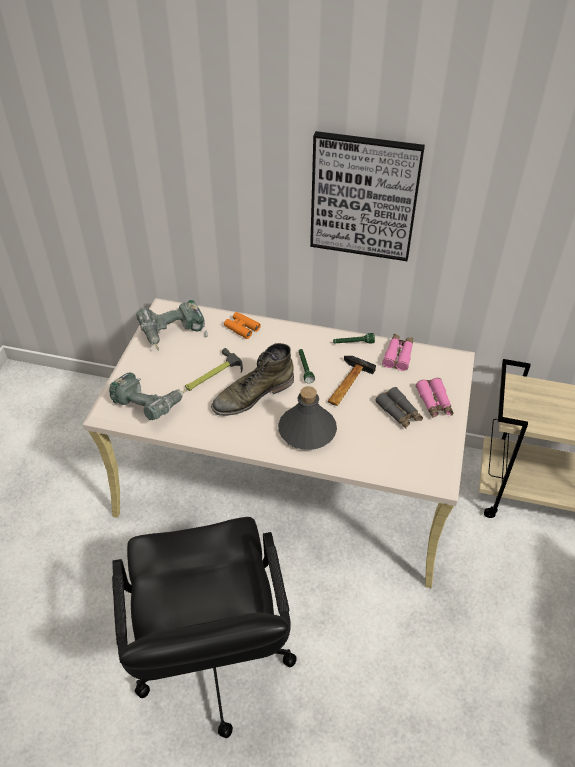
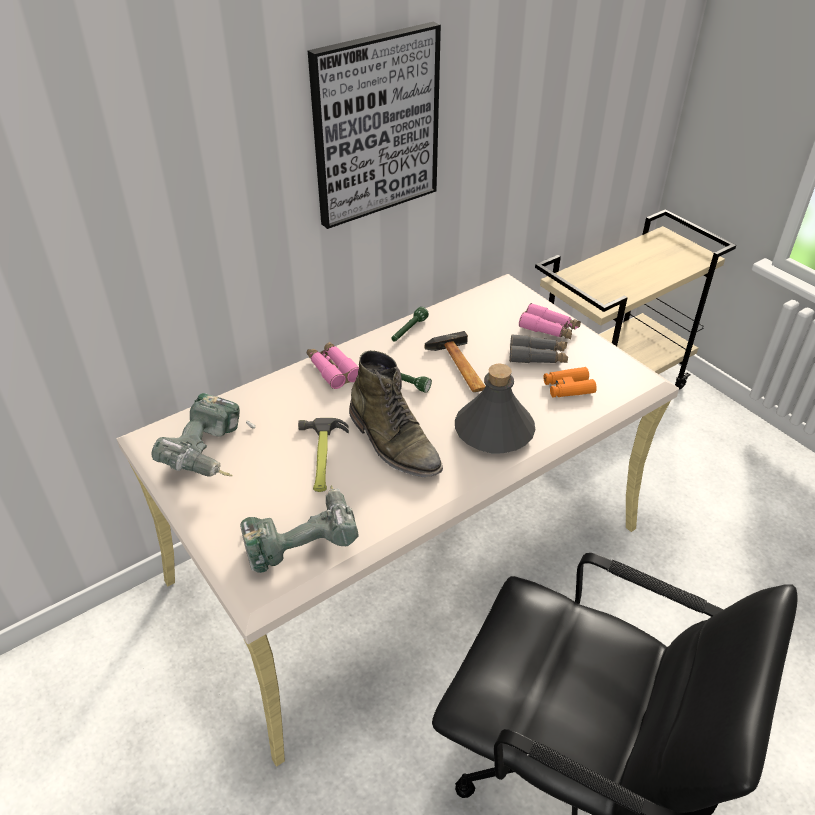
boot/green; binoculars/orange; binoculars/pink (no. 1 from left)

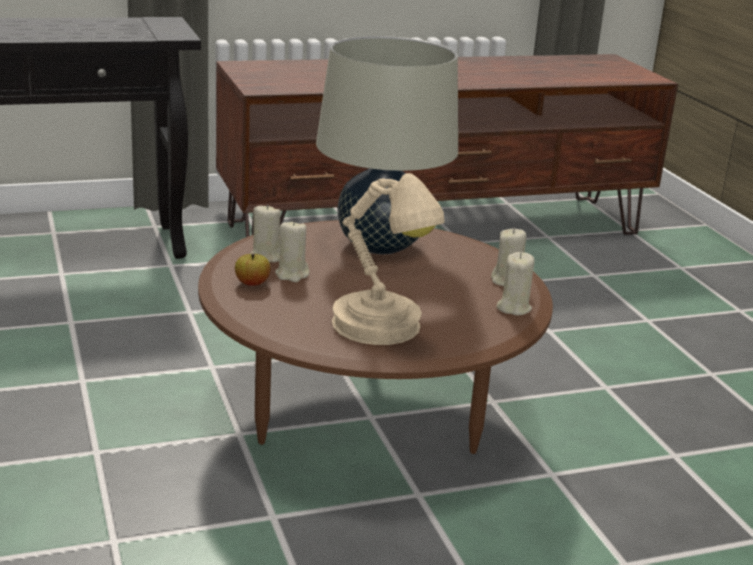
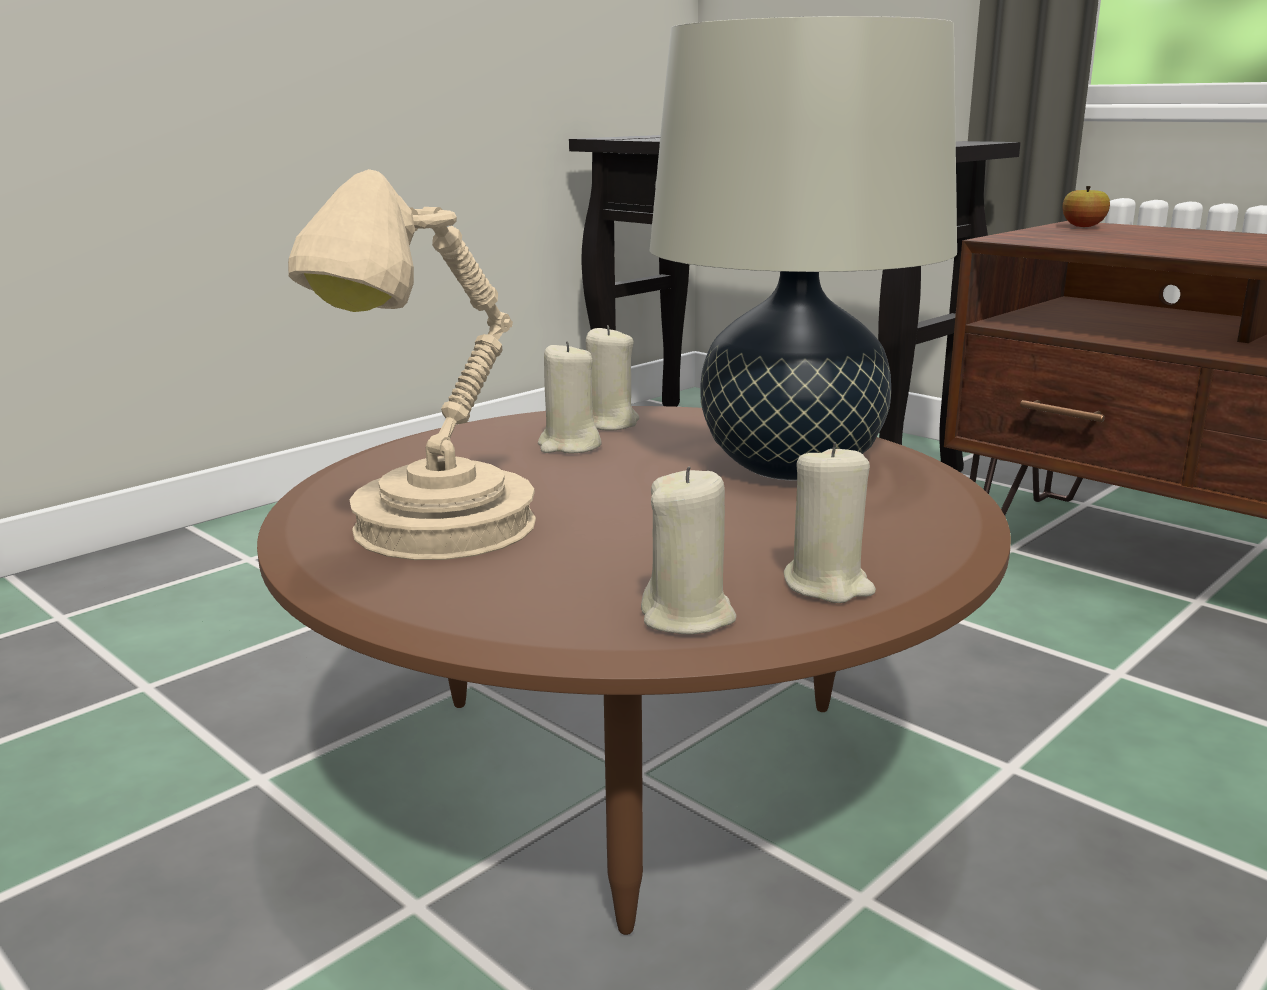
apple

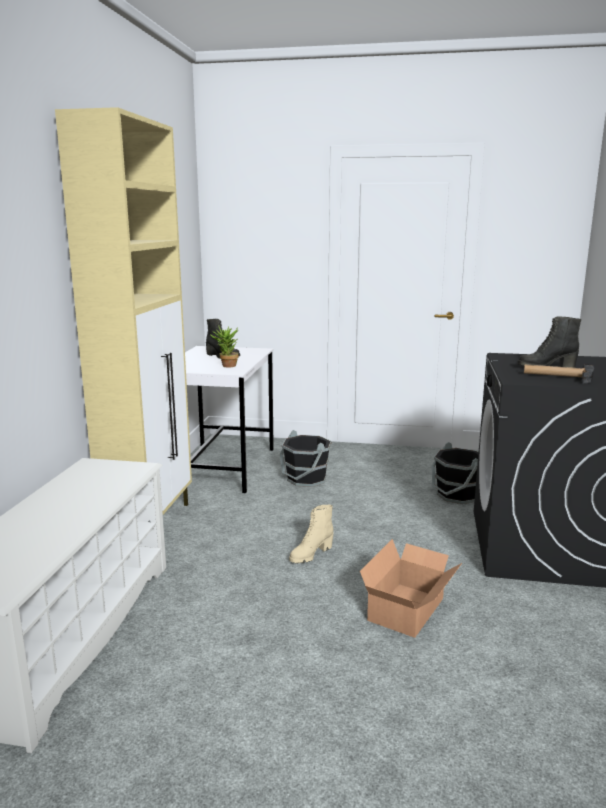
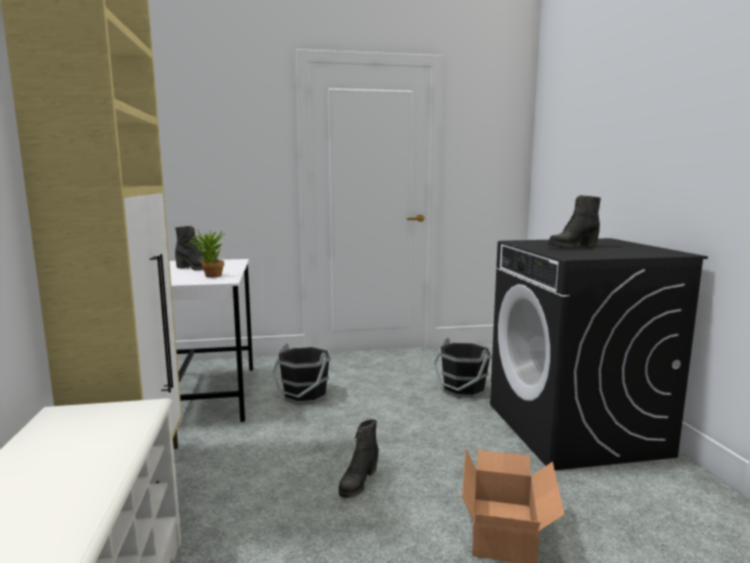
boot/black (no. 2 from left); hammer

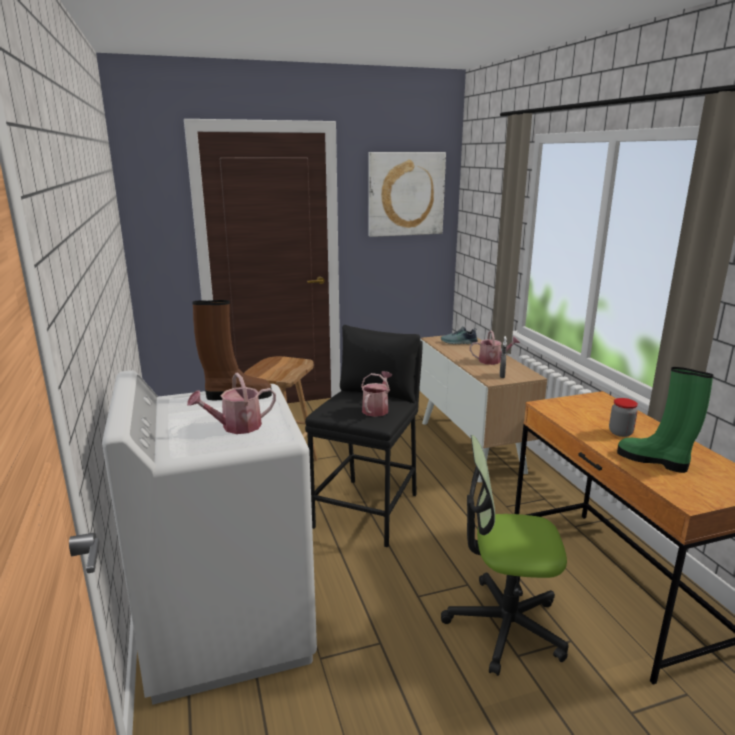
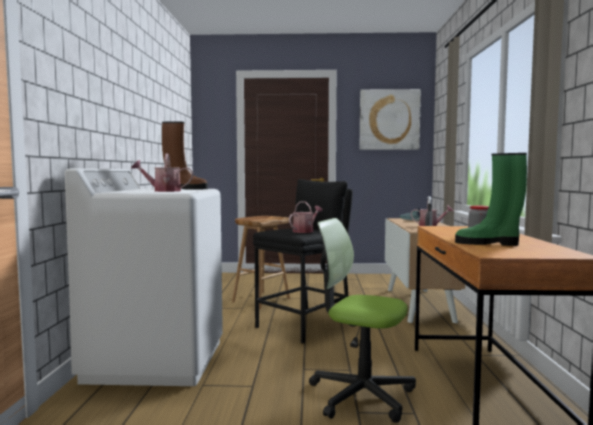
boot/green

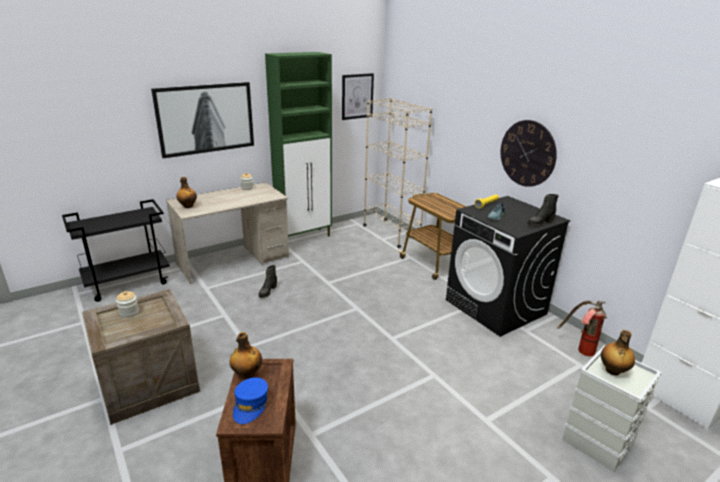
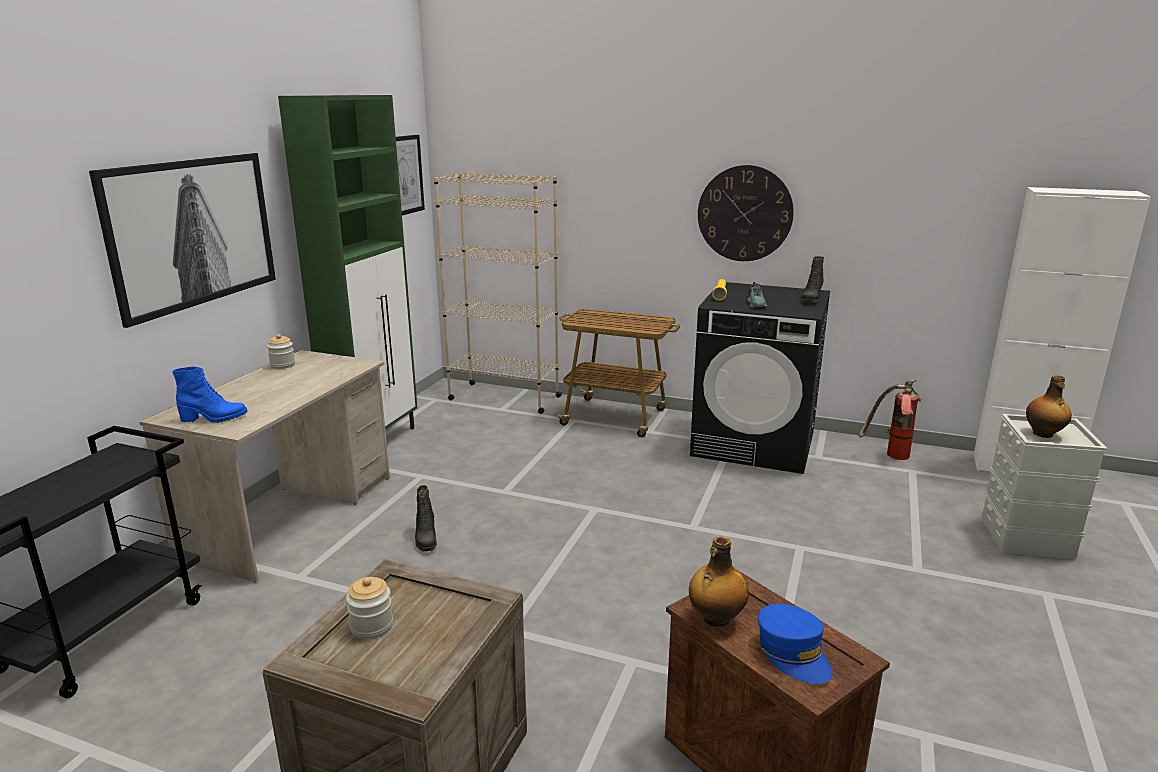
boot/blue

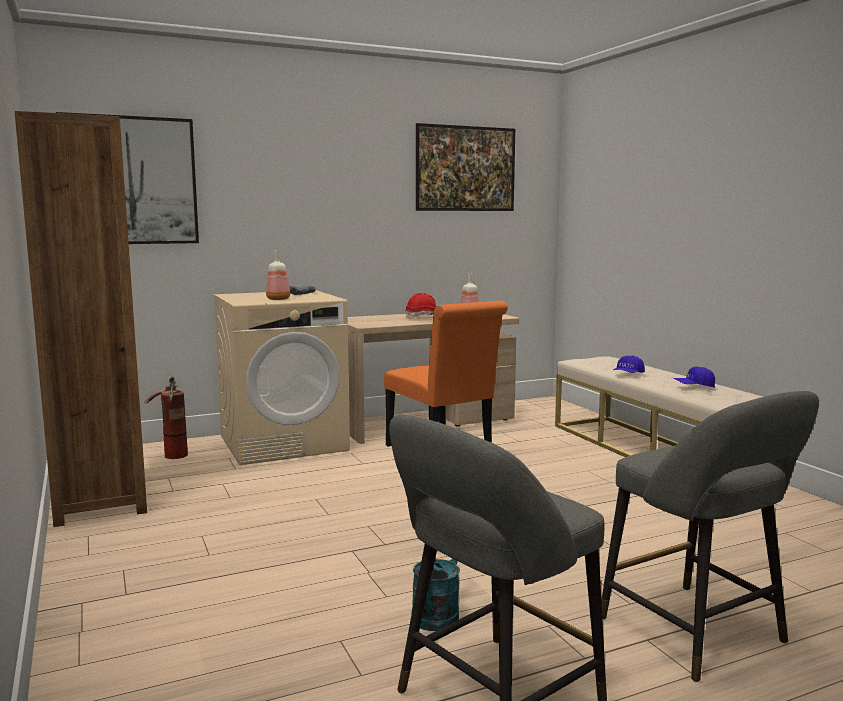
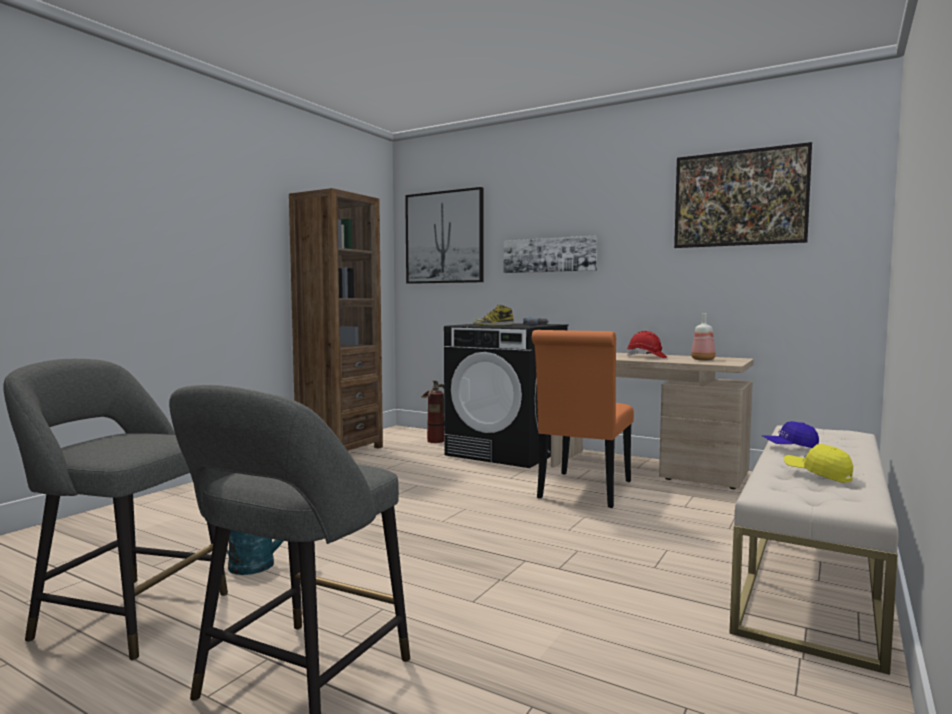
washing machine/black; boot; cap/yellow; picture (no. 2 from left)

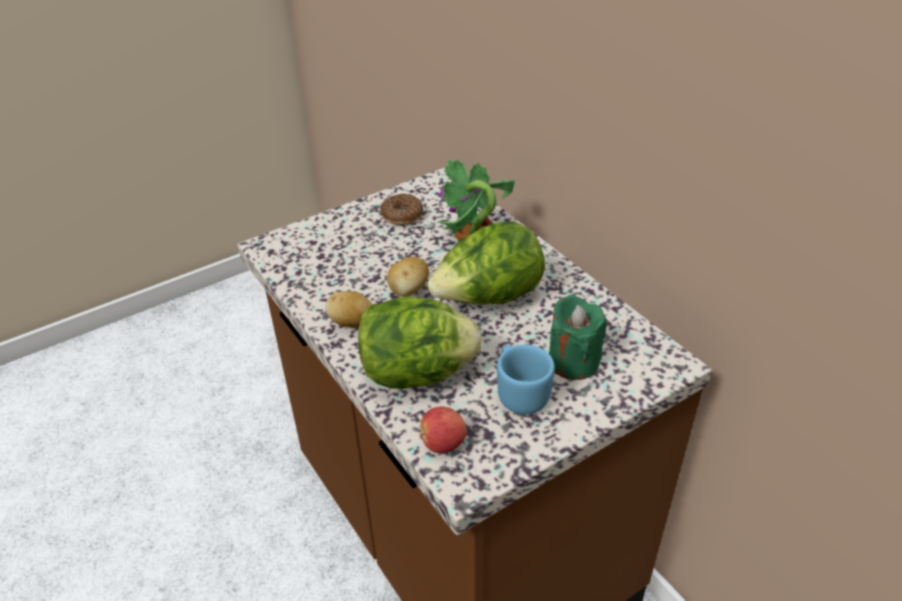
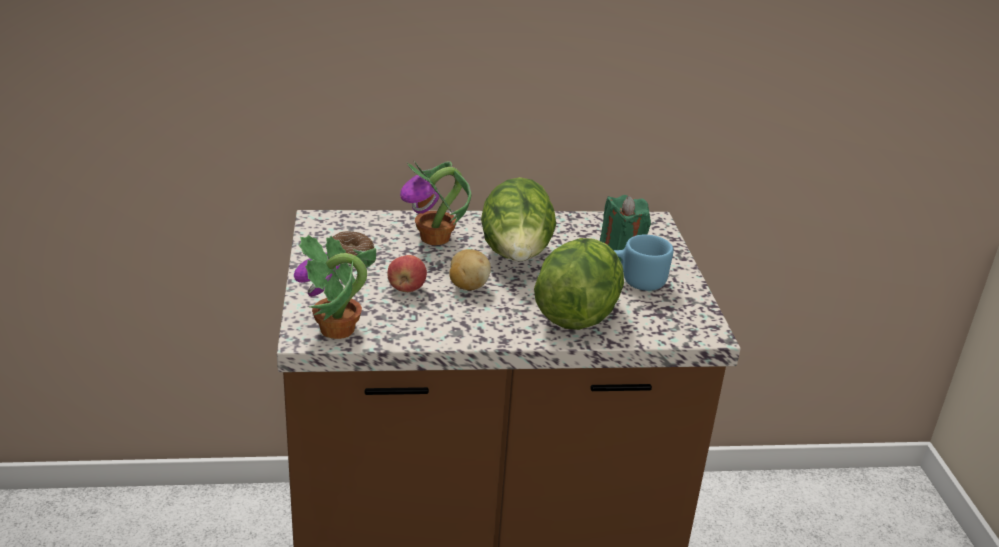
potato (no. 1 from left in the first image); apple; potted plant (no. 1 from left)

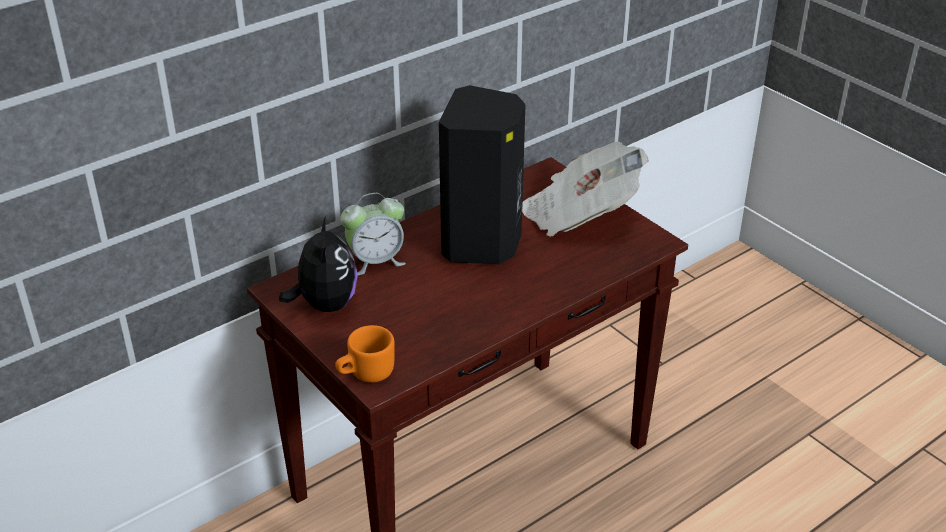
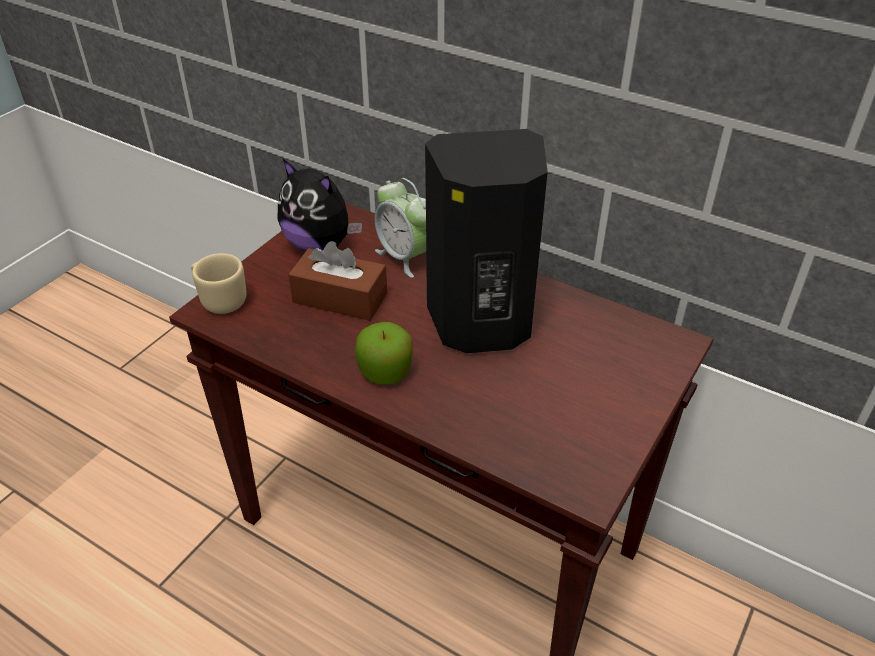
plush toy; mug/beige; newspaper; tissue box/brown; apple

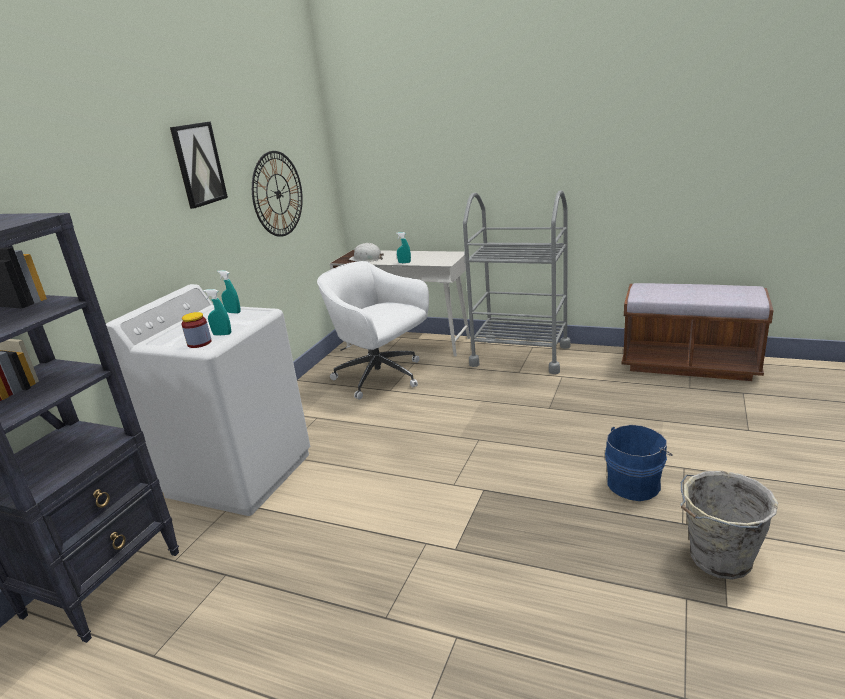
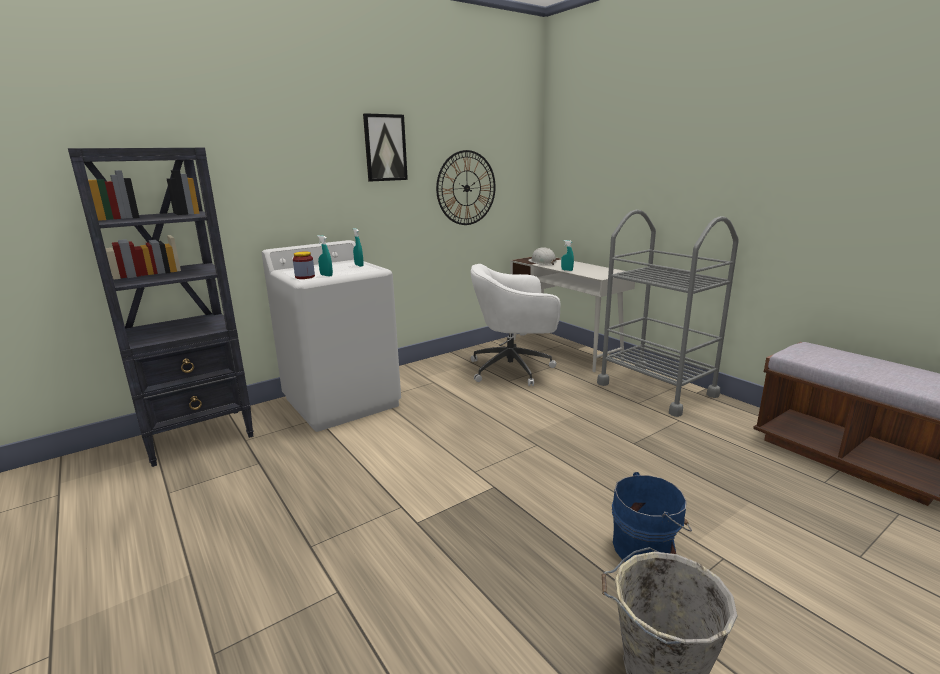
office chair/white

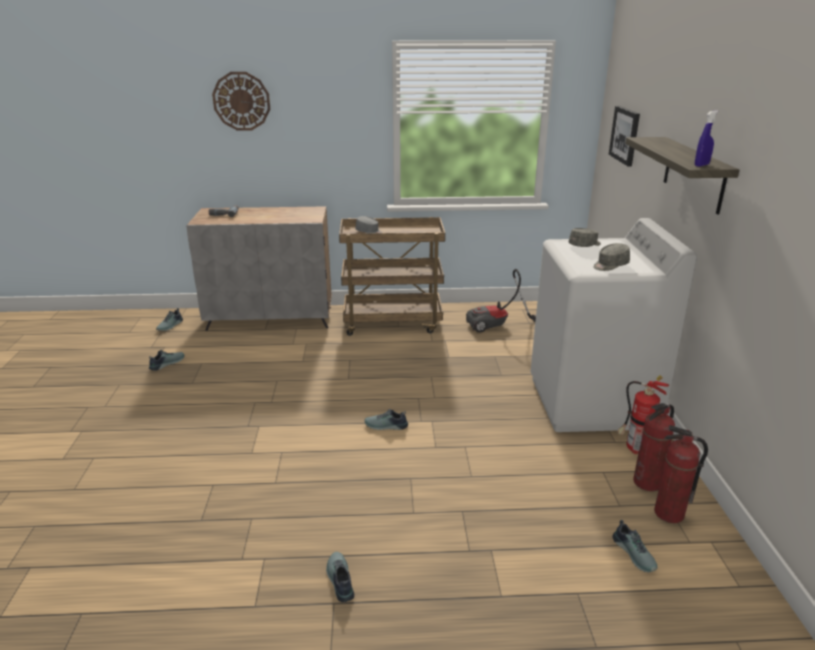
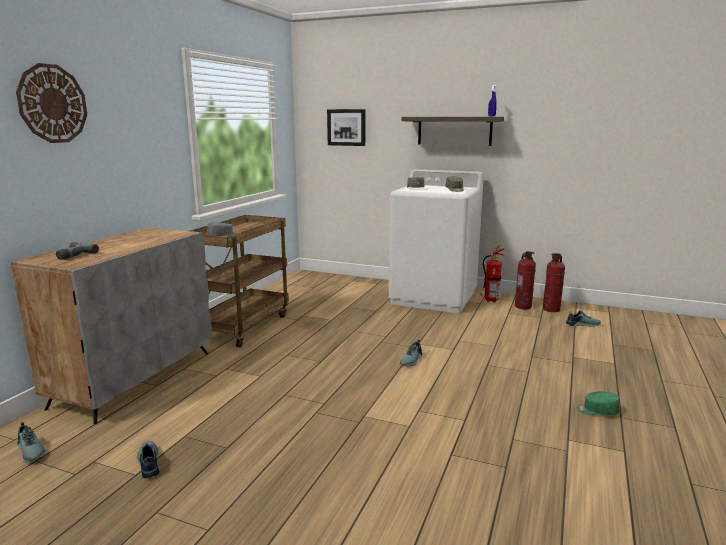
cap/green; vacuum cleaner

